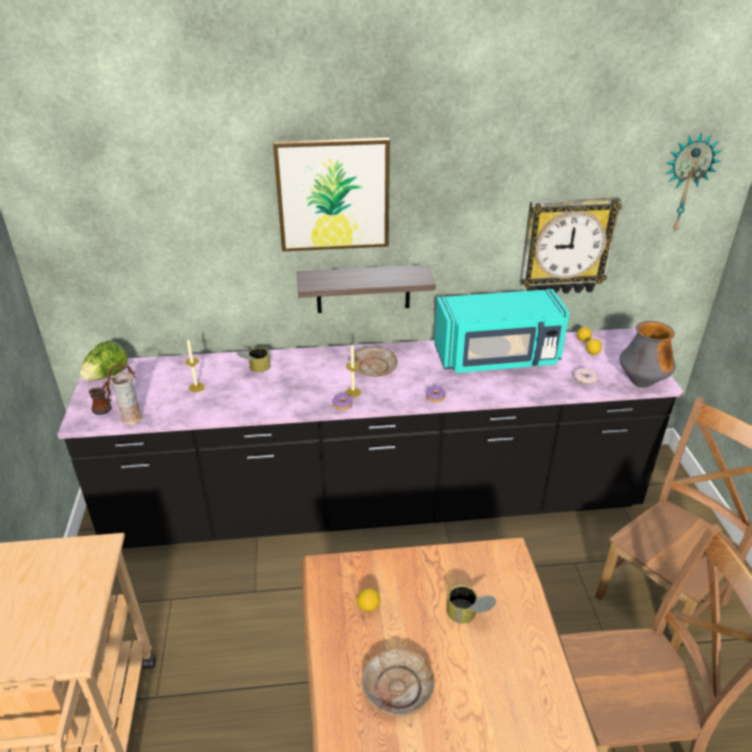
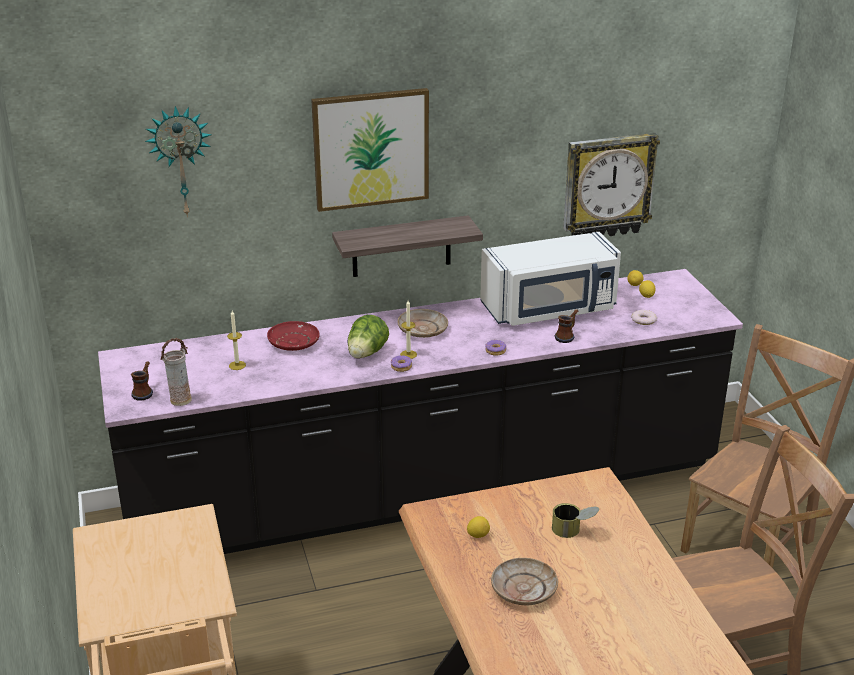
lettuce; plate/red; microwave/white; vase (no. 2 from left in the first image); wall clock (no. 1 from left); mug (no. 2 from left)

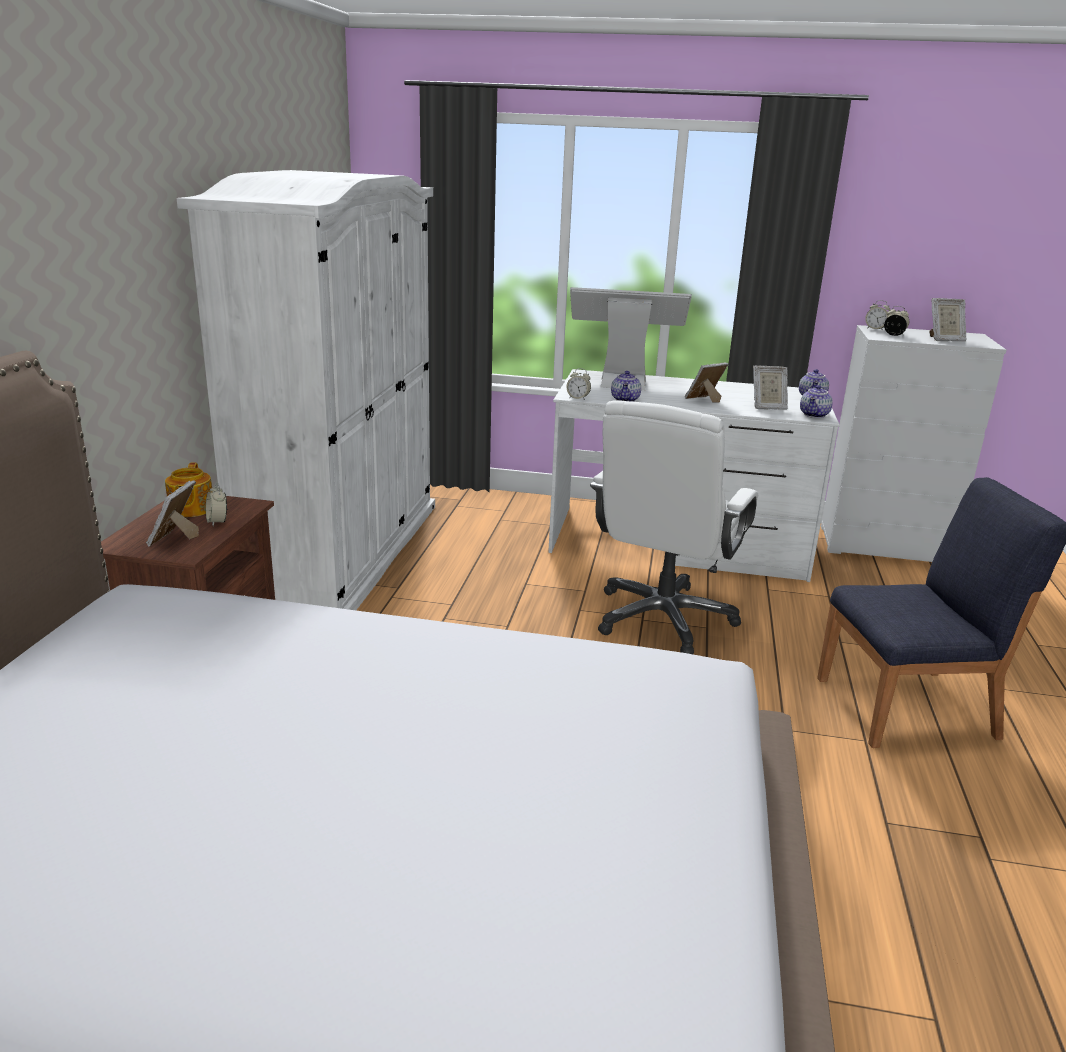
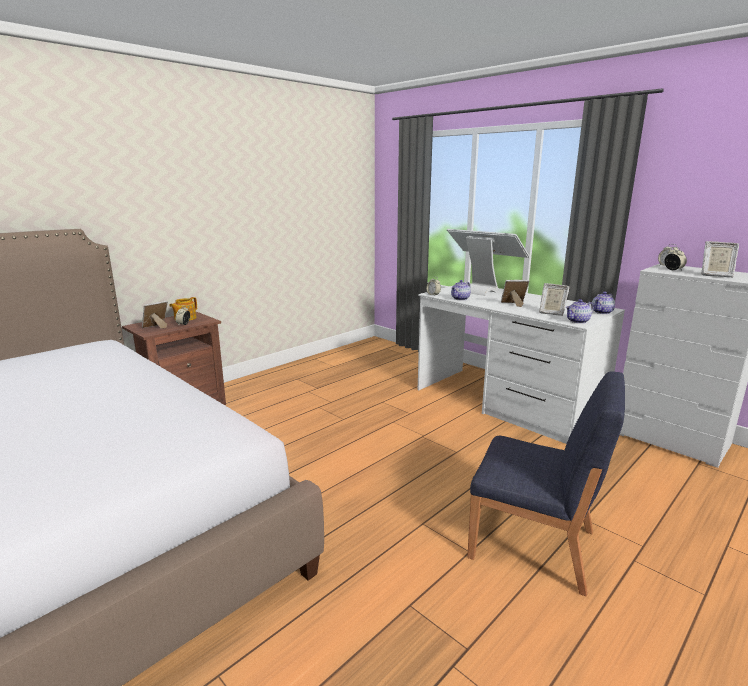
wardrobe/white; office chair/white

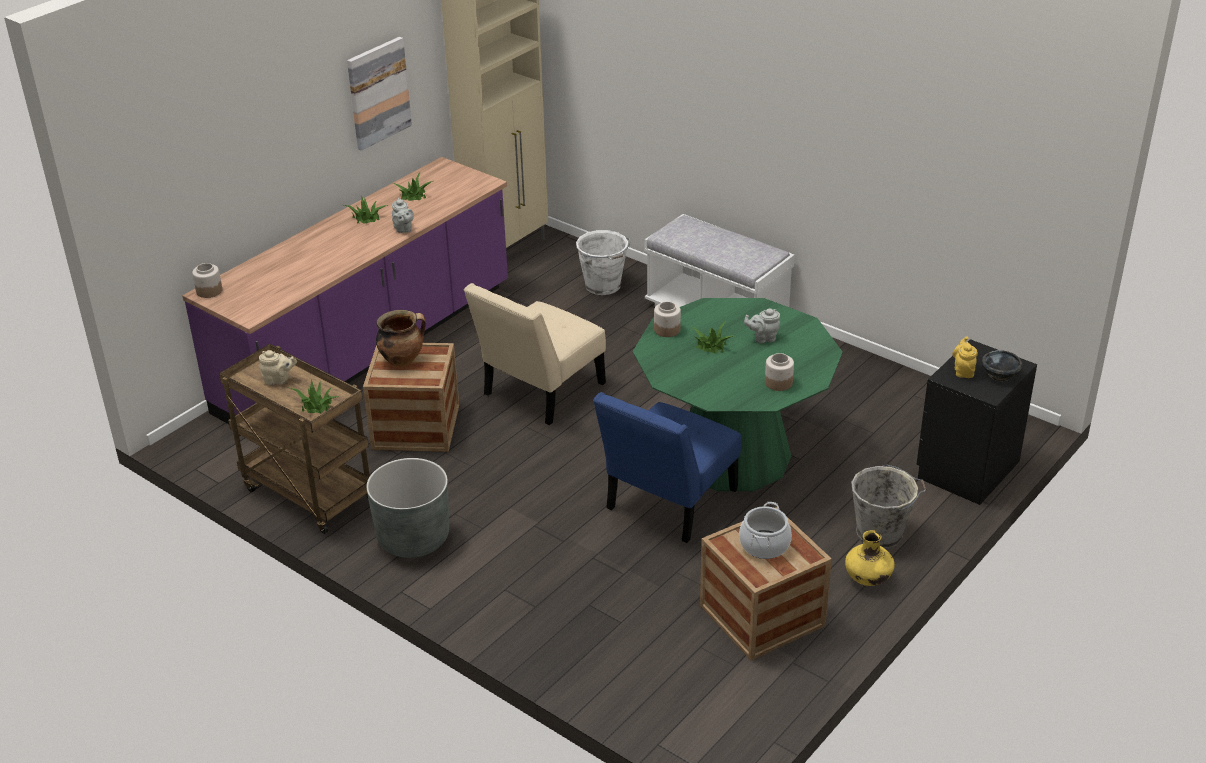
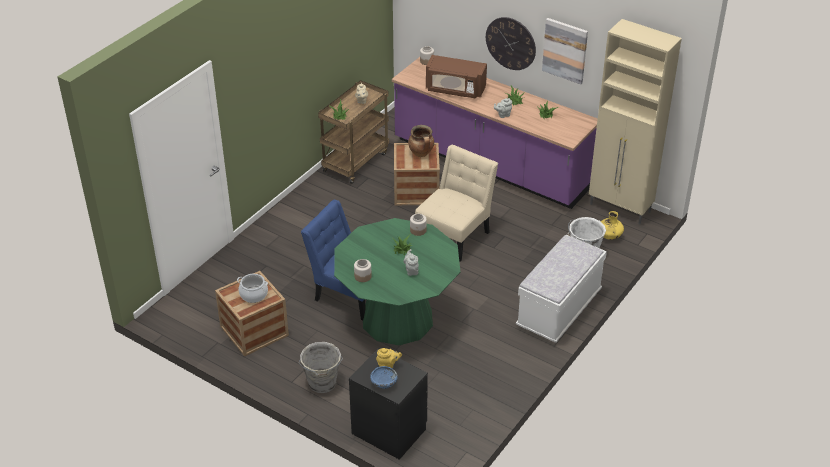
planter/grey; chair/beige; vase/yellow; bowl/blue; microwave/brown; wall clock

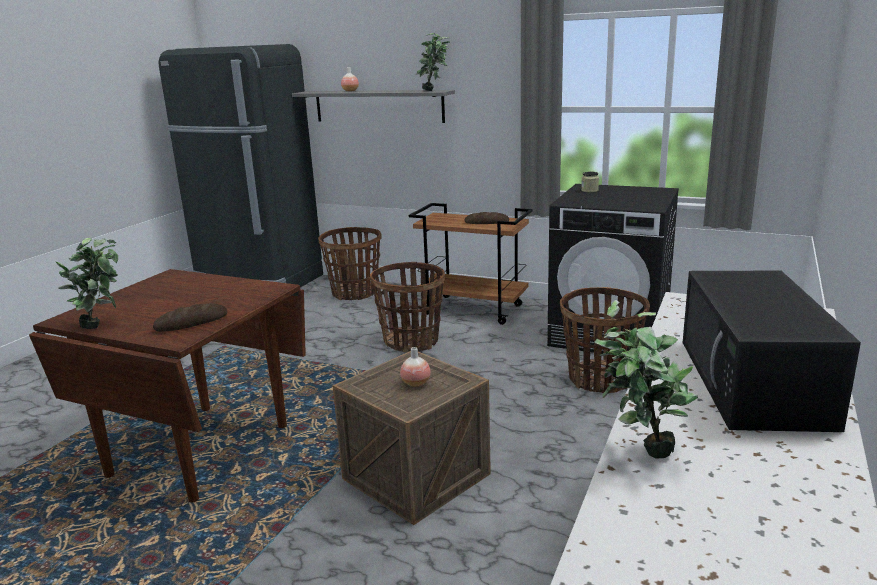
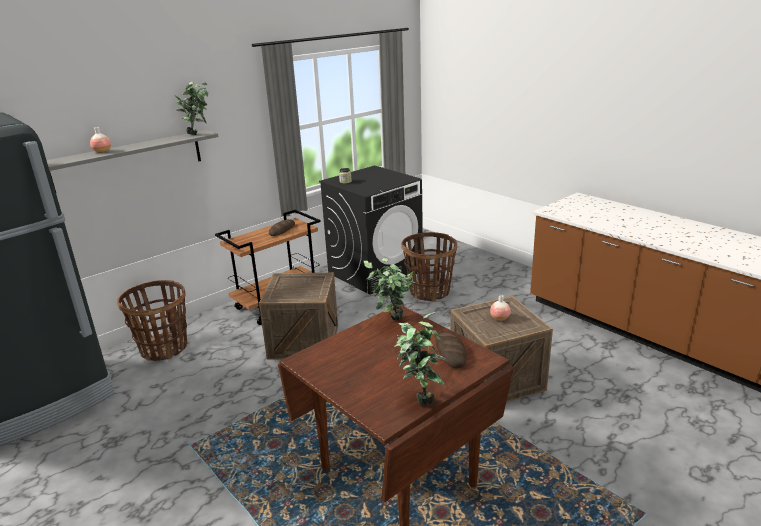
crate (no. 1 from left); potted plant (no. 2 from left); microwave/black

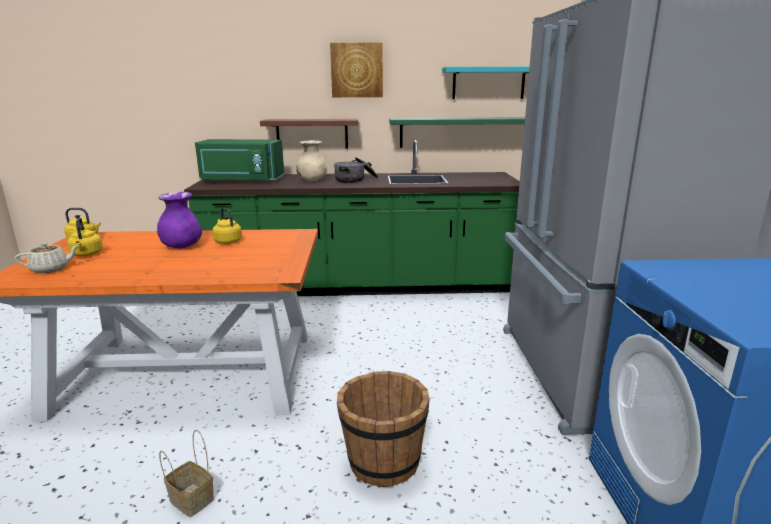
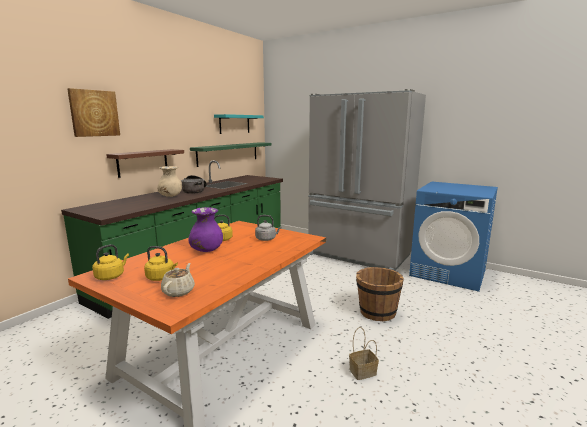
microwave/green; picture; kettle/grey

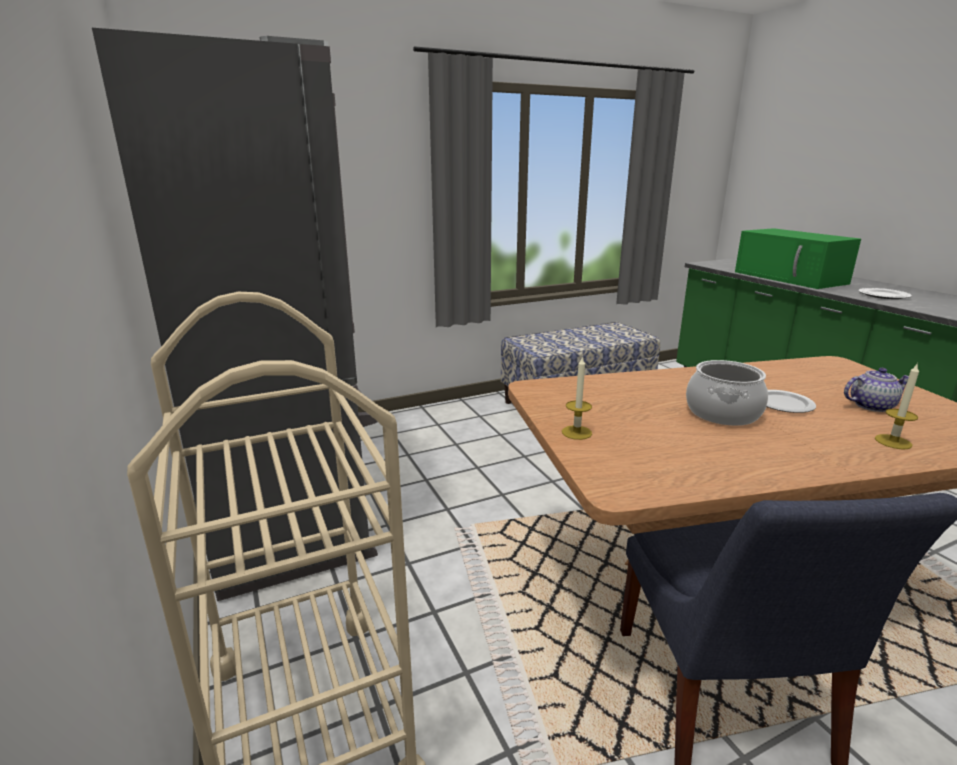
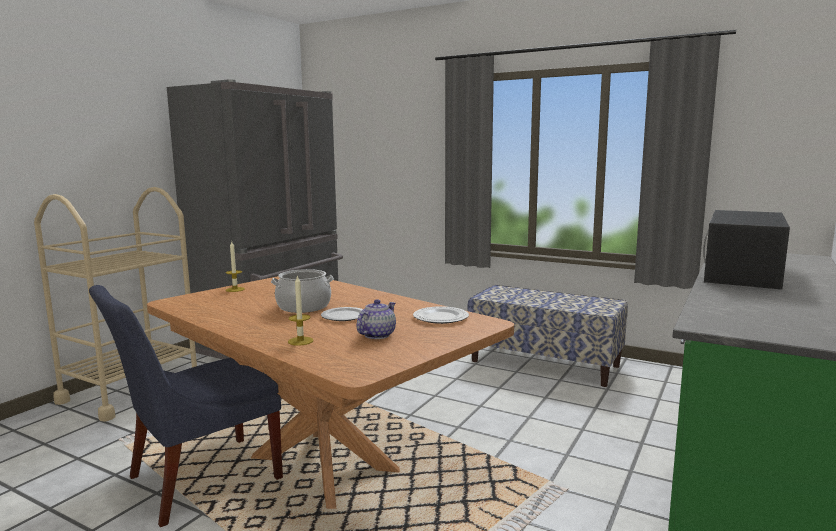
microwave/black; teapot; plate (no. 2 from left)

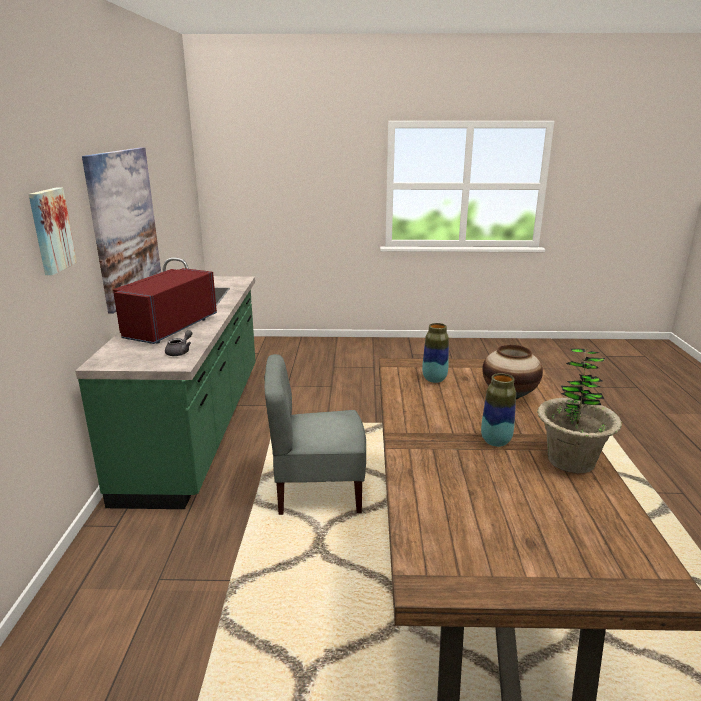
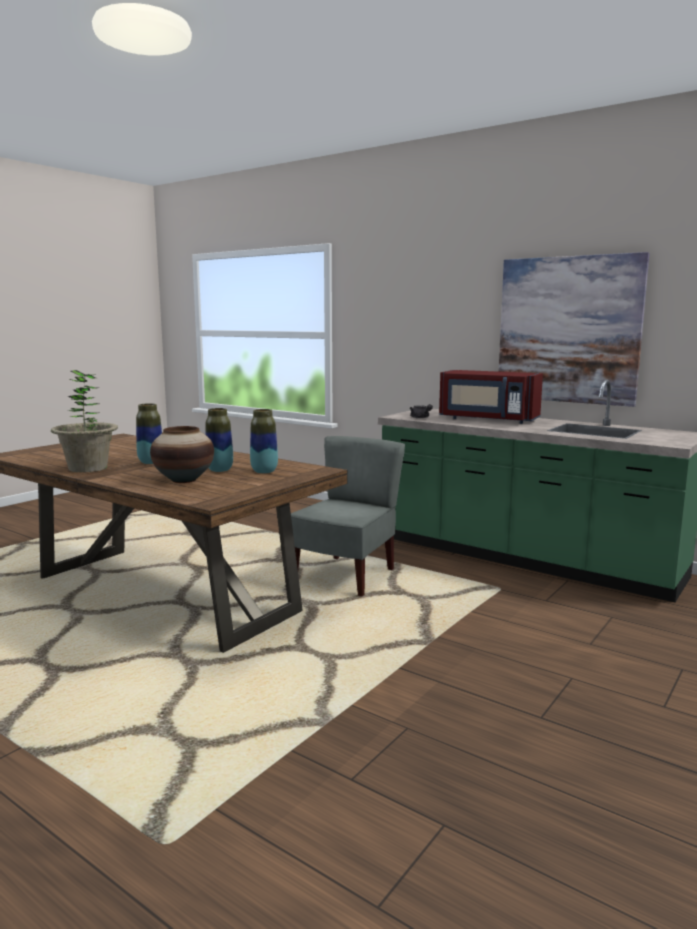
picture (no. 1 from left in the first image); microwave/red; vase (no. 3 from left)

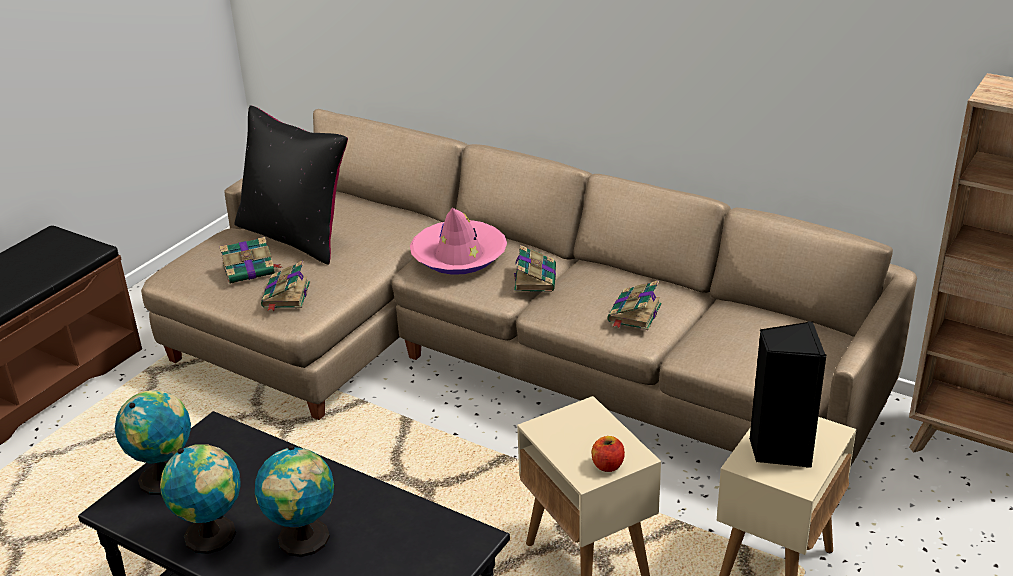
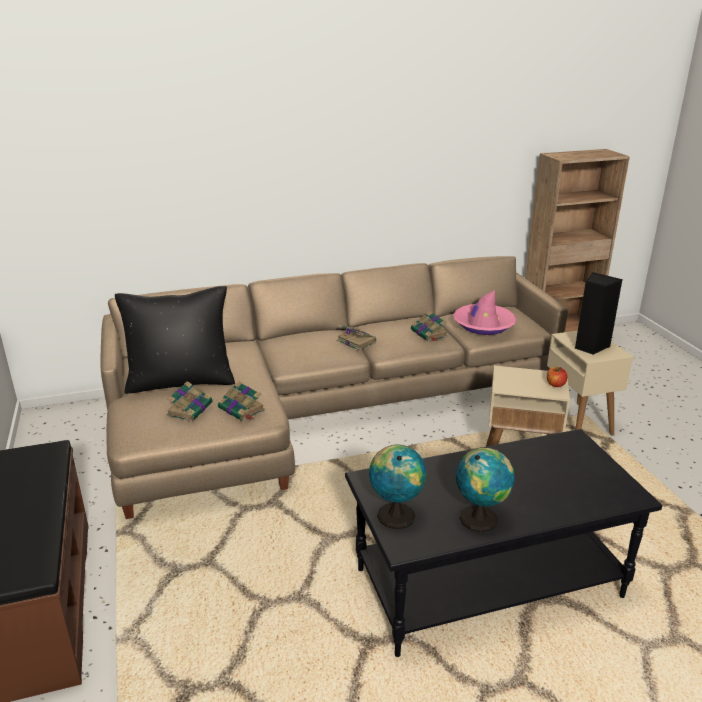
globe (no. 3 from left in the first image); hat/pink

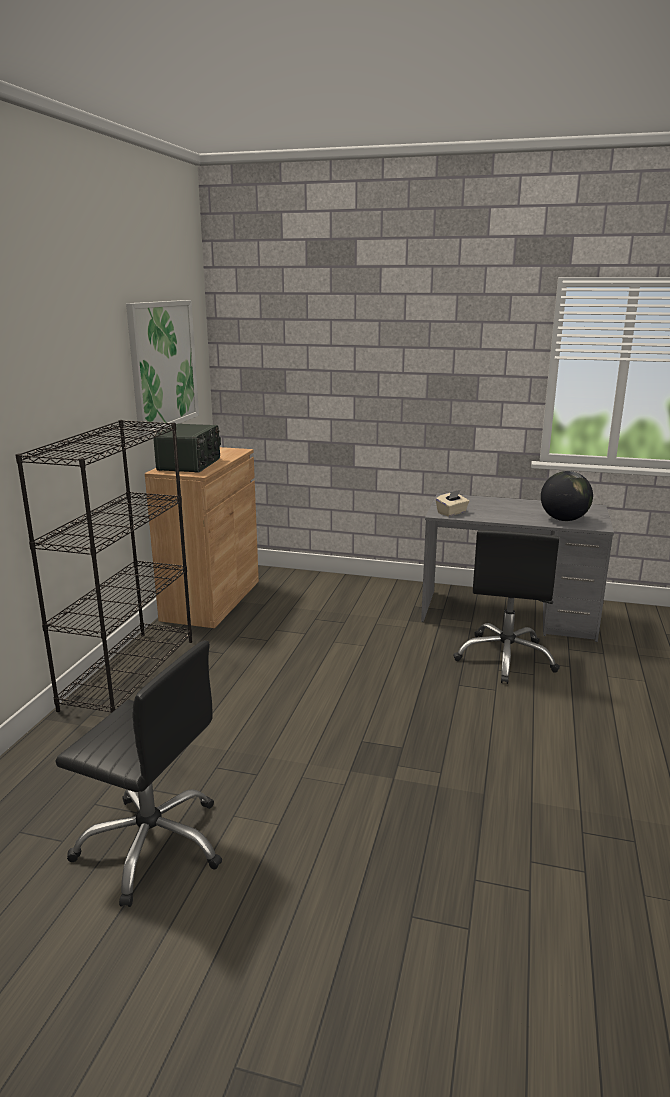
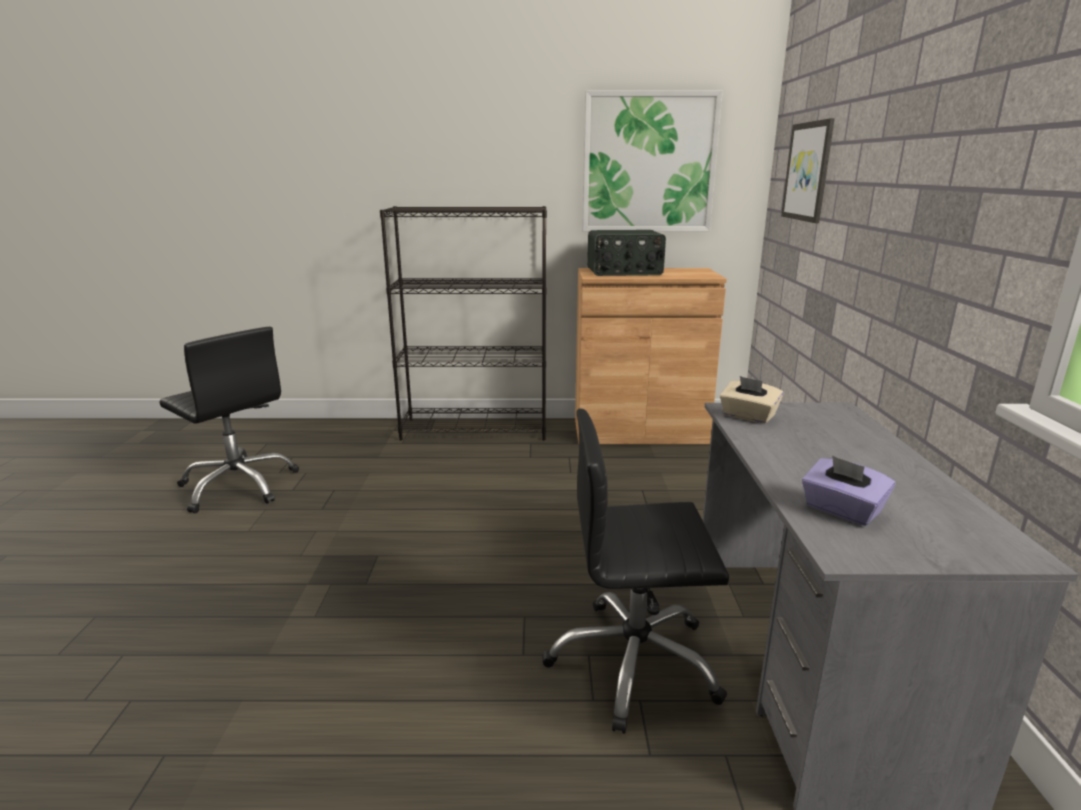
office chair/black (no. 1 from left); tissue box/purple; picture (no. 2 from left)

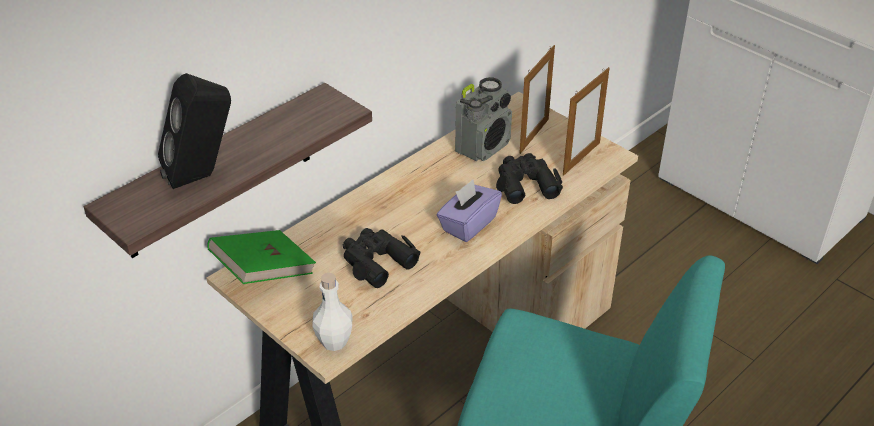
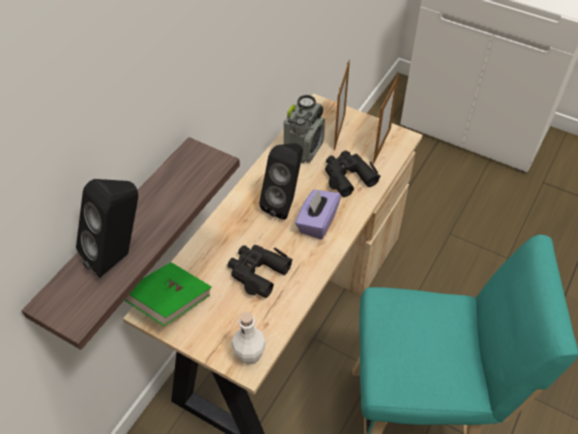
speaker/black (no. 2 from left)

